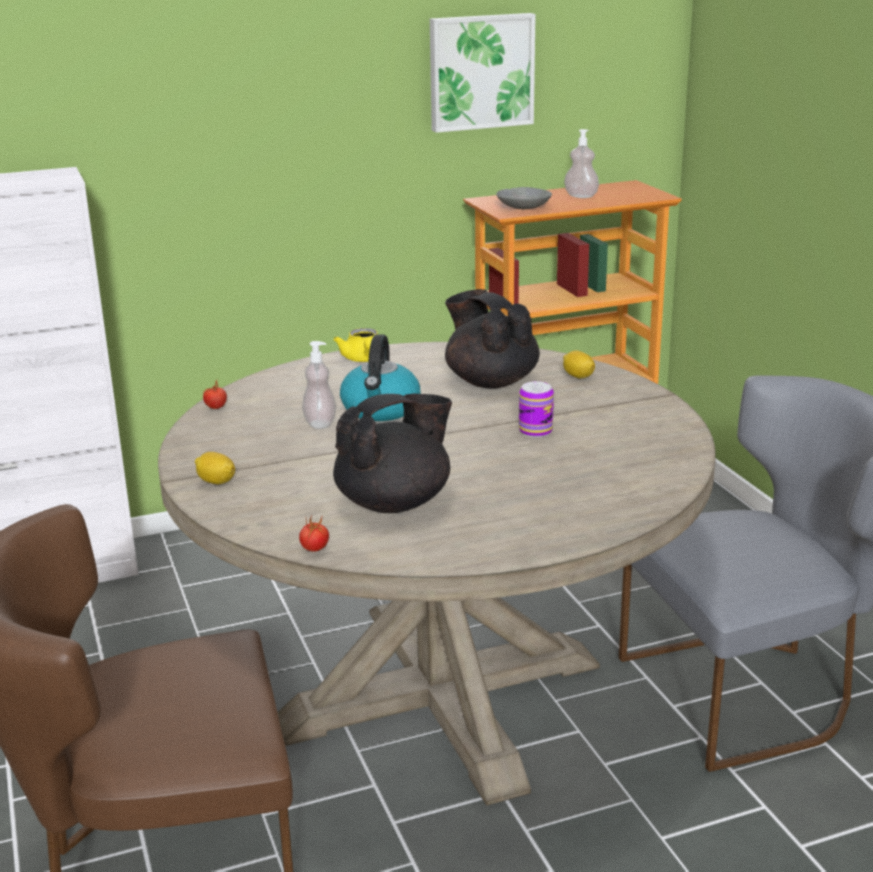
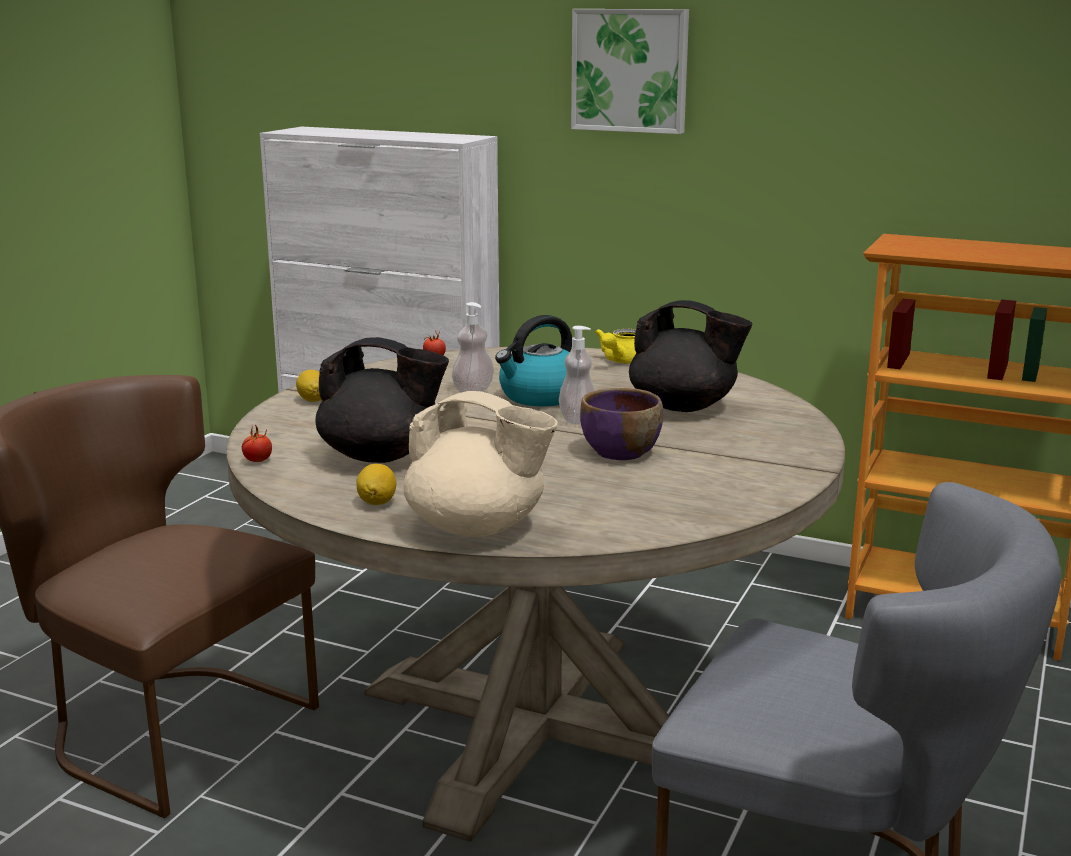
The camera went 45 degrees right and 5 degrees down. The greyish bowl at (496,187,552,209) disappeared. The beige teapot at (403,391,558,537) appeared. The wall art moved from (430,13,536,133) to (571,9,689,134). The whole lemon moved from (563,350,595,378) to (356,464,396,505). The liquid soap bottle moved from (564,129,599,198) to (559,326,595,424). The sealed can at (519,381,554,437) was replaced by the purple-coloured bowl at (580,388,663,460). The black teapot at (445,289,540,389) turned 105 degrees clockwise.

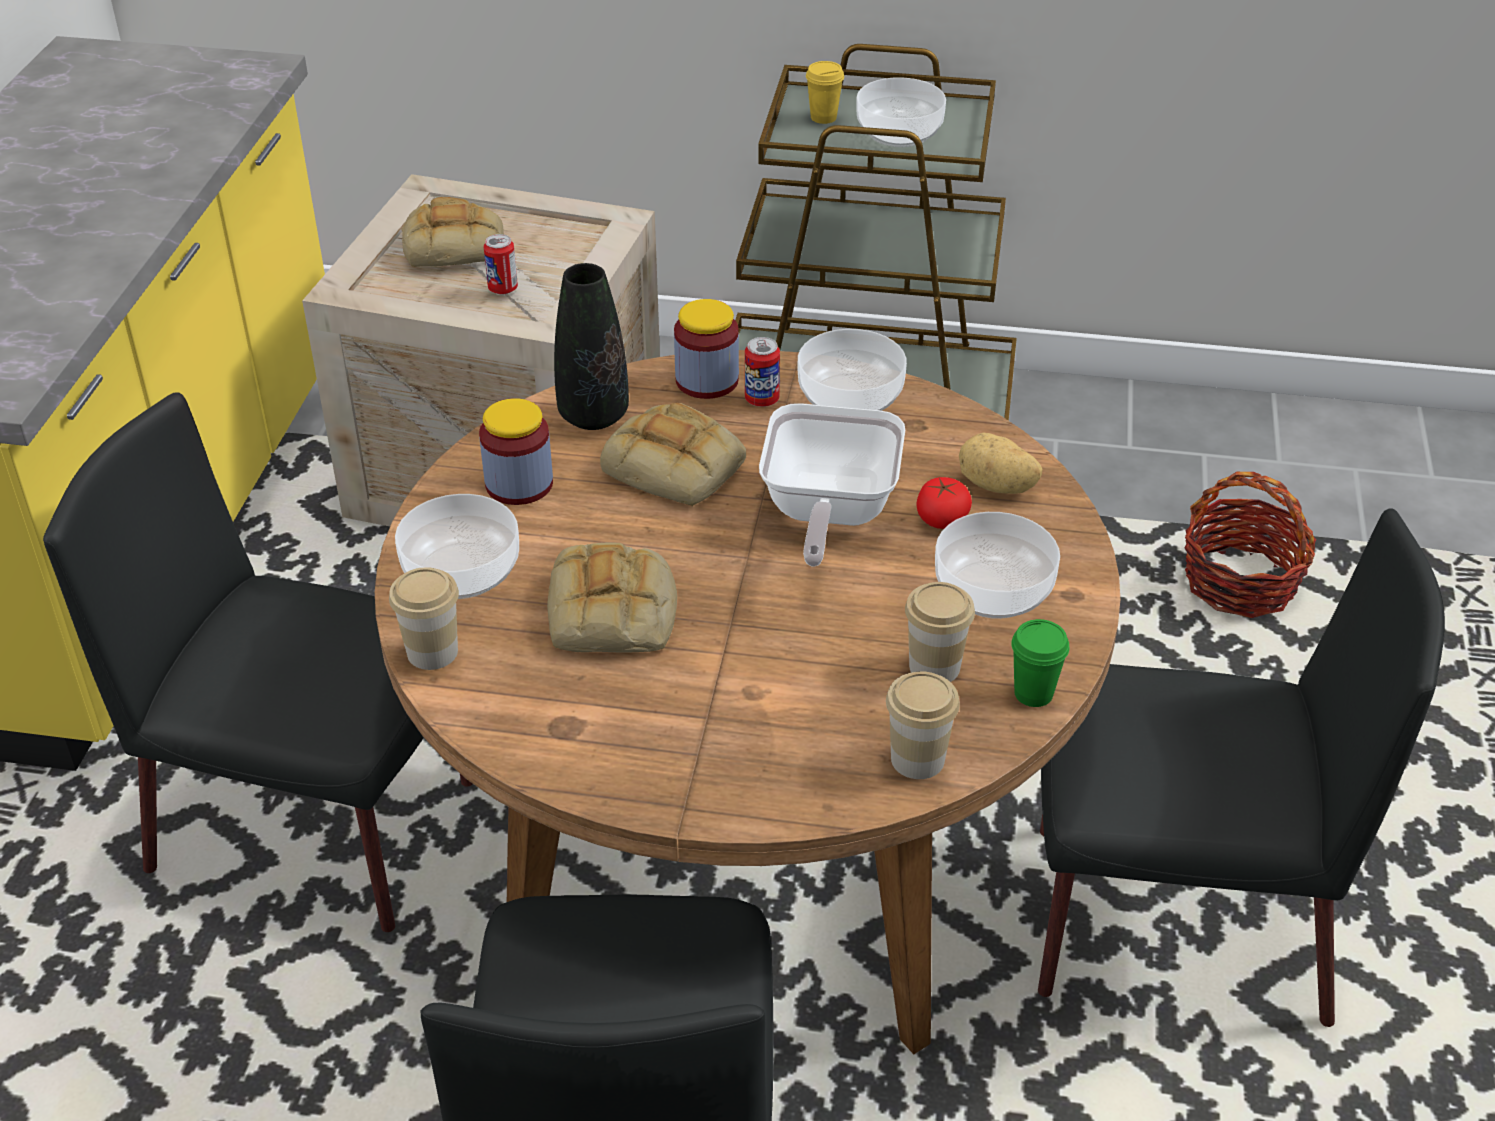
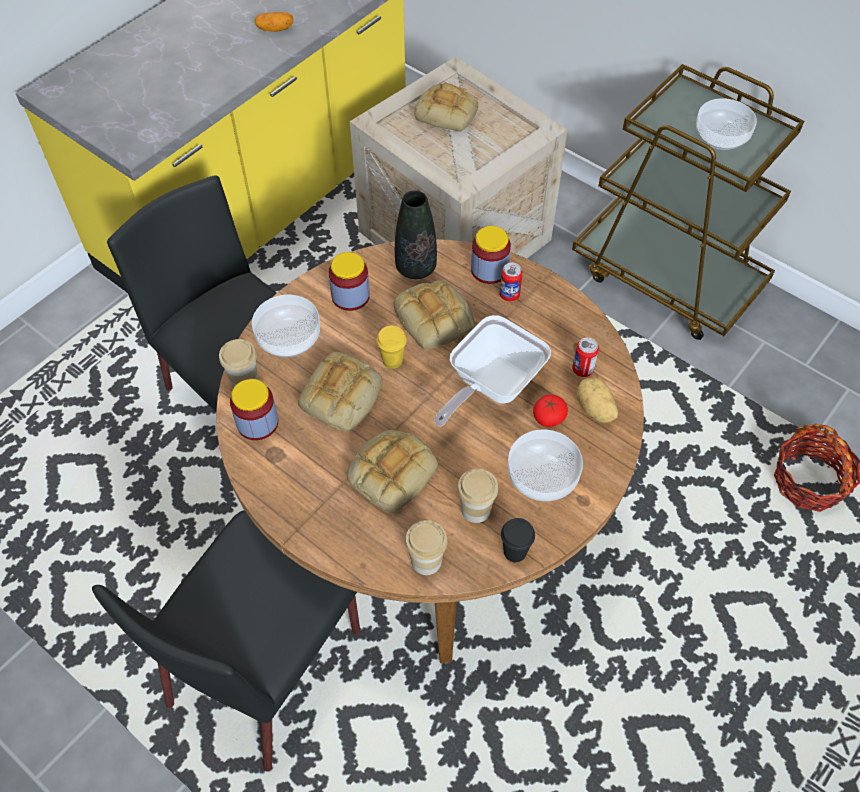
The camera went 30 degrees right and 15 degrees up. The bowl at (798,329,907,411) disappeared. The black upright chair at (1038,508,1445,1027) disappeared. The preserve jar at (230,379,278,440) appeared. The whole potato at (255,12,293,32) appeared. The bakery bread at (346,430,439,514) appeared. The sealed can moved from (484,234,518,295) to (572,337,599,377). The yellowish small cup moved from (806,61,844,124) to (377,326,407,369). The green small cup at (1011,619,1070,707) became the black small cup at (501,518,535,562).

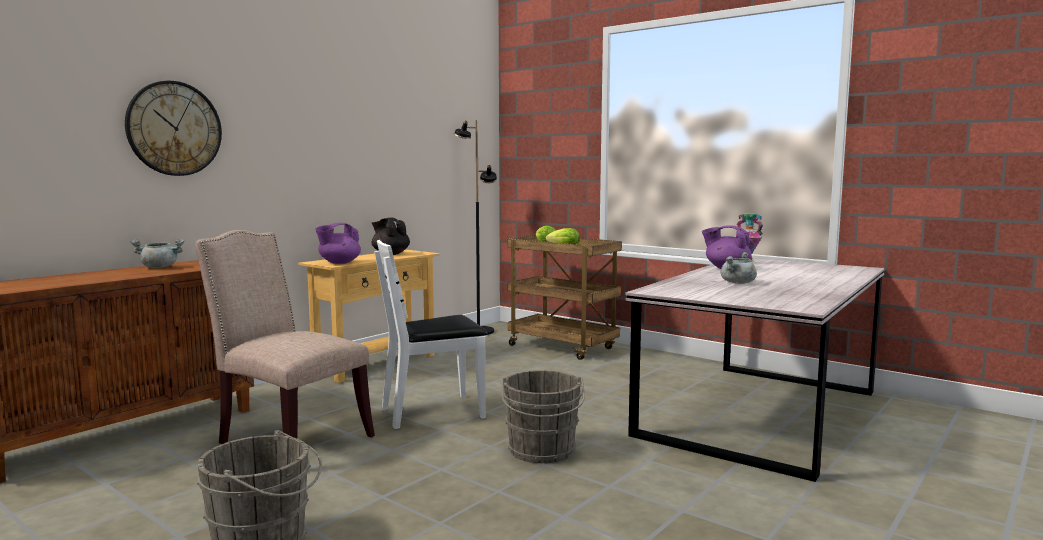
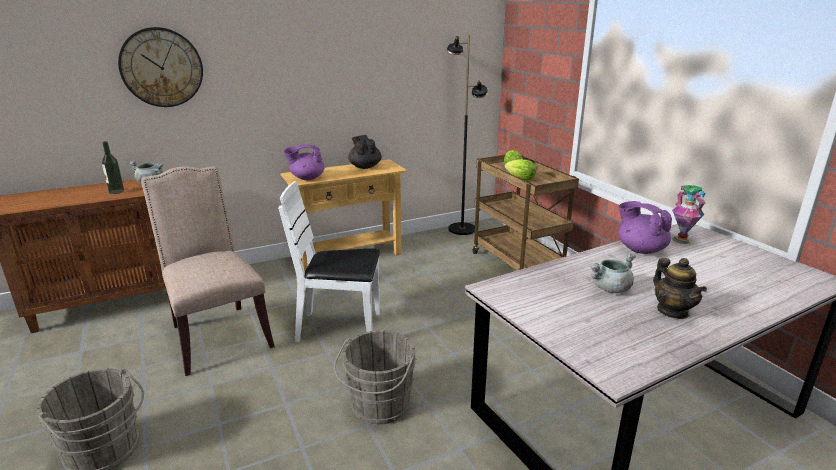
The camera went 25 degrees right and 15 degrees up. The beverage bottle at (102,141,124,194) appeared. The teapot at (653,258,707,319) appeared.

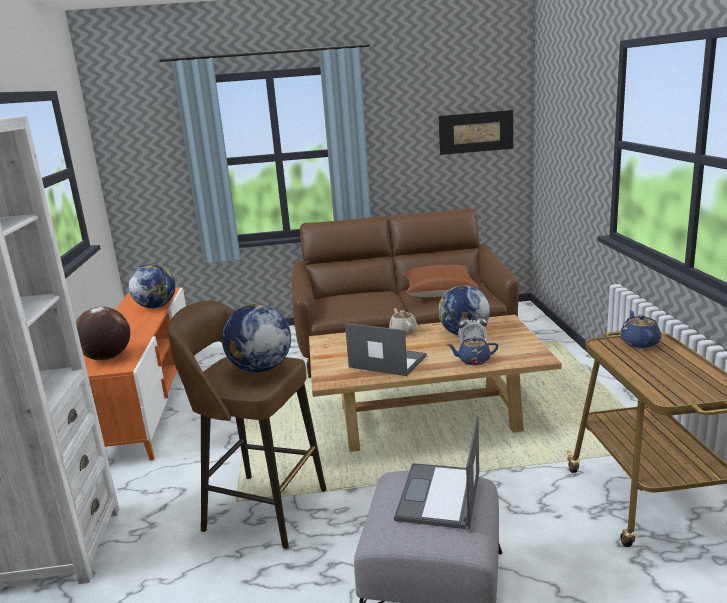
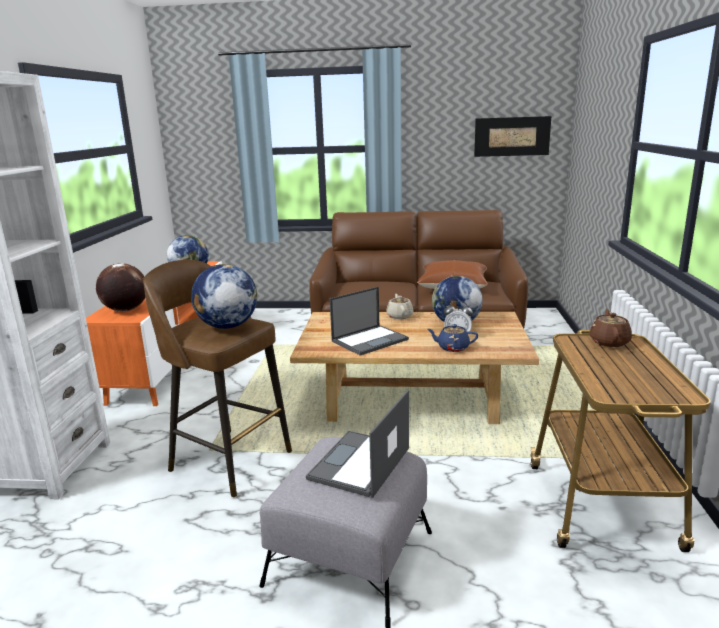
The camera went 10 degrees right and 0 degrees up. The blue-coloured teapot at (620,310,661,348) became the brown-coloured teapot at (589,309,632,347). The notebook computer at (345,323,427,376) turned 105 degrees clockwise.

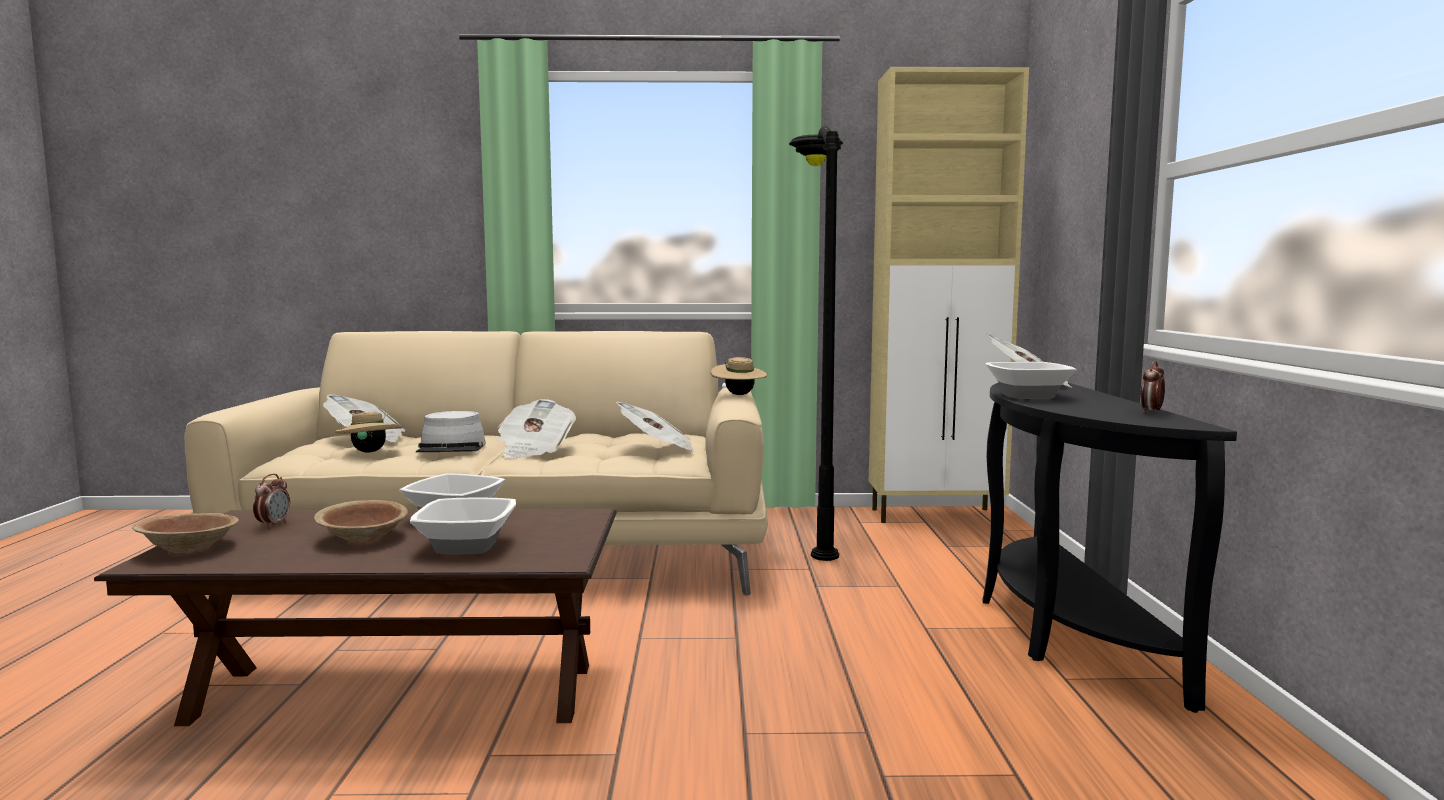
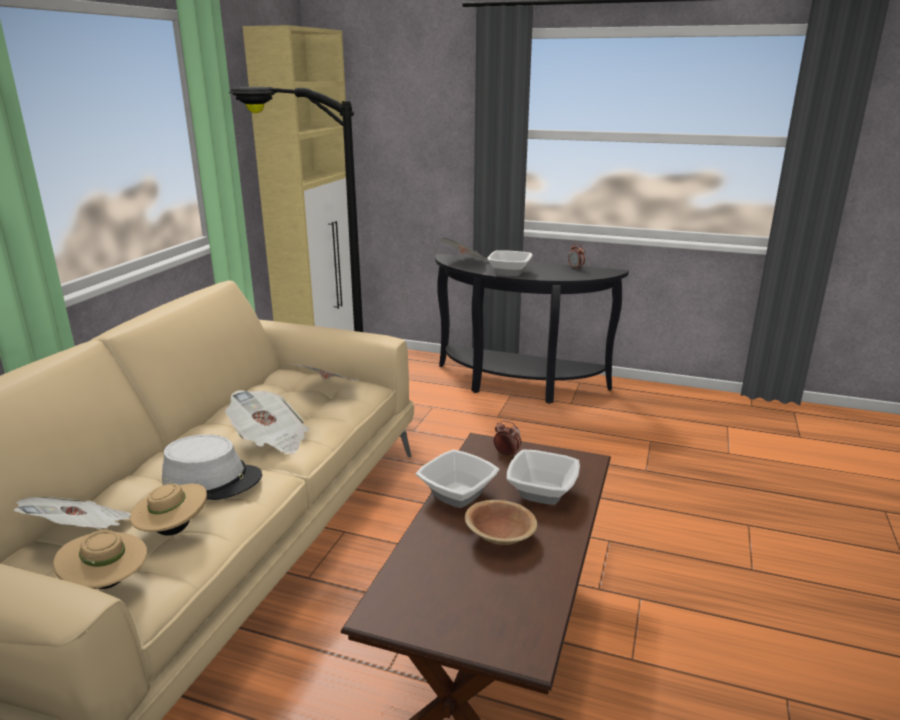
The camera went 70 degrees left and 15 degrees up. The brown-coloured bowl at (132,513,239,553) disappeared. The table clock moved from (253,474,290,528) to (494,421,521,457). The beige hat moved from (711,357,767,395) to (53,530,148,589).

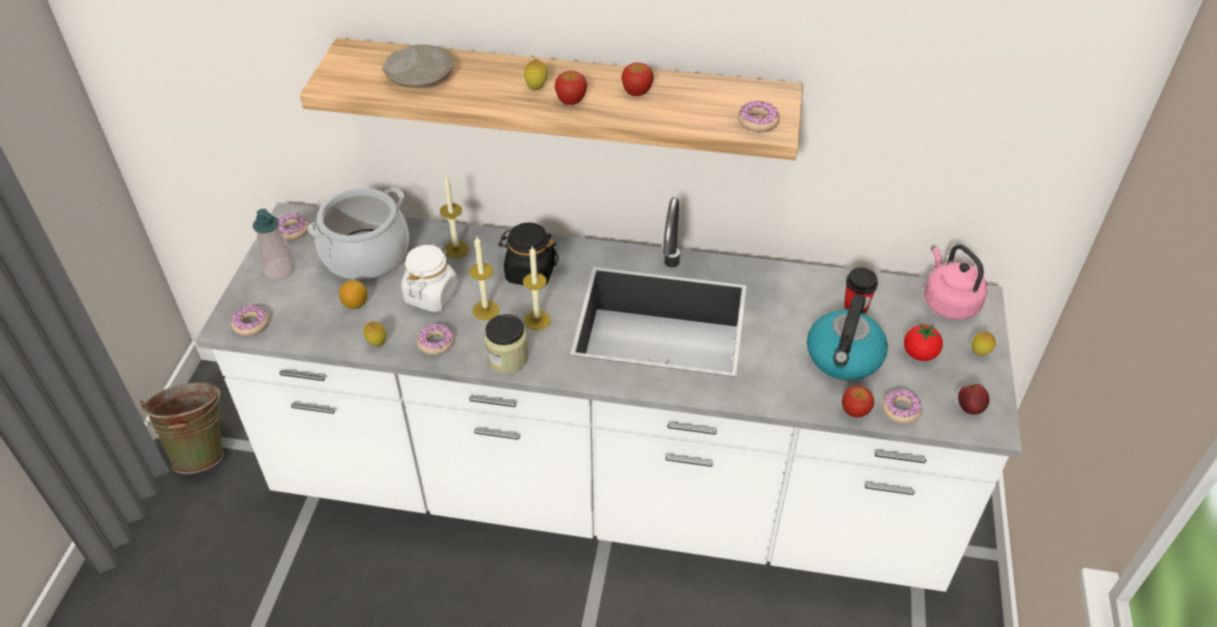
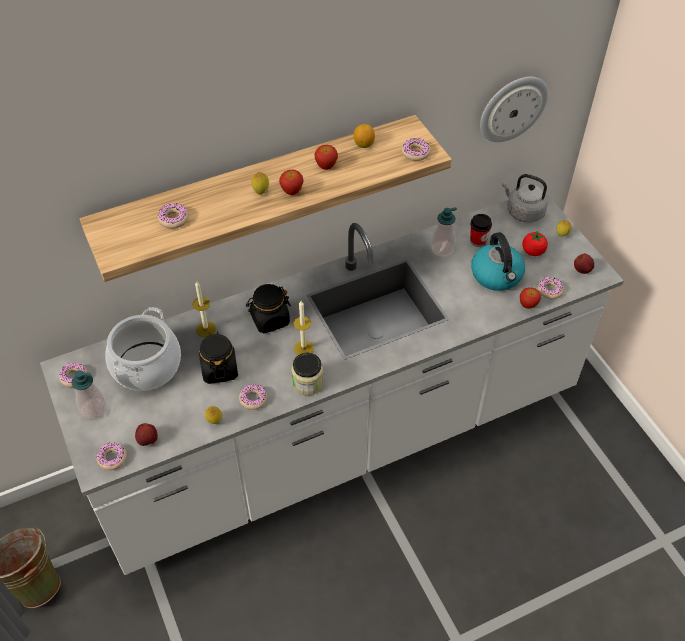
The camera went 35 degrees left and 5 degrees up. The wax light at (470,237,499,320) disappeared. The apple at (135,423,158,446) appeared. The liquid soap bottle at (431,207,457,257) appeared. The wall clock at (480,77,548,142) appeared. The whole lemon moved from (339,280,367,309) to (353,124,375,148). The beige plate at (382,44,454,88) was replaced by the ring doughnut at (158,203,189,229). The white preserve jar at (401,244,459,312) became the black preserve jar at (199,332,238,384). The pink tea kettle at (924,244,988,320) became the greyish tea kettle at (502,174,548,223).

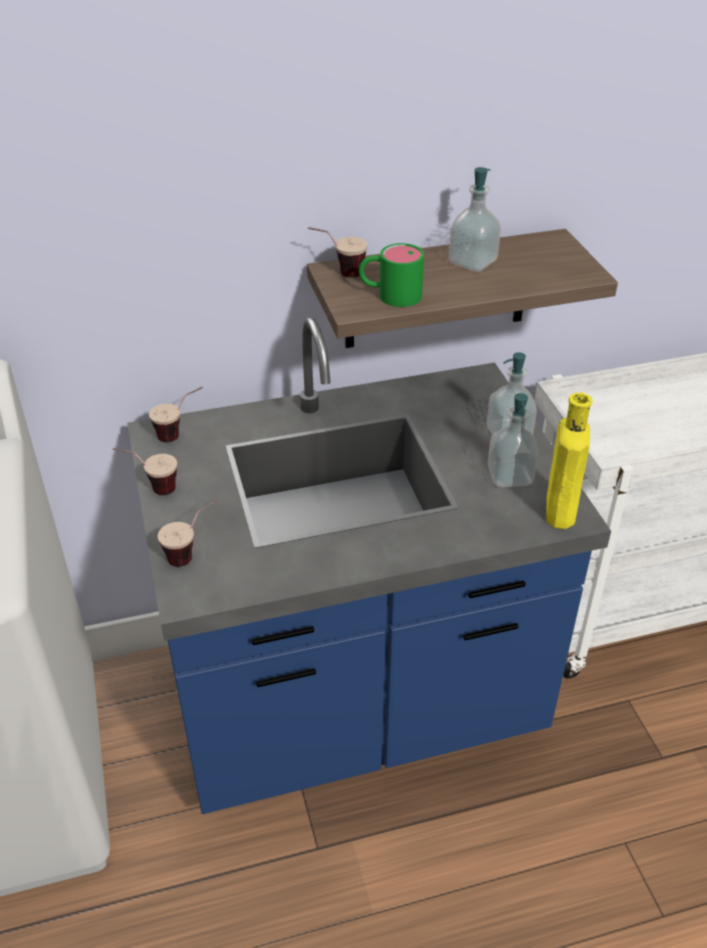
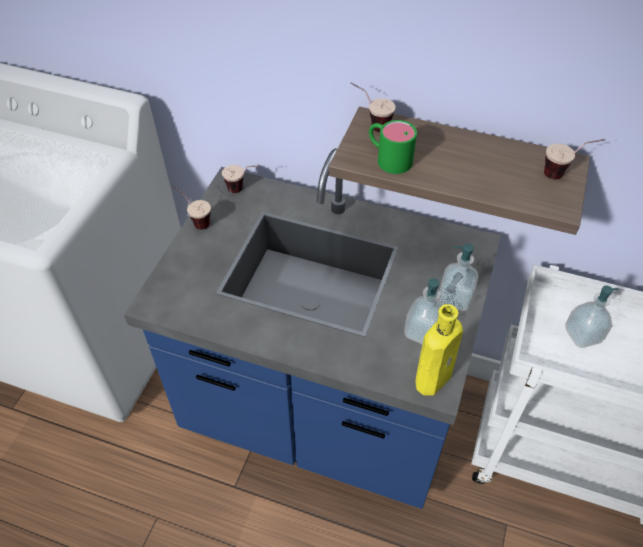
The camera went 35 degrees right and 10 degrees up. The small cup moved from (158,499,218,567) to (544,139,605,180). The liquid soap bottle moved from (448,167,501,272) to (565,285,619,348).

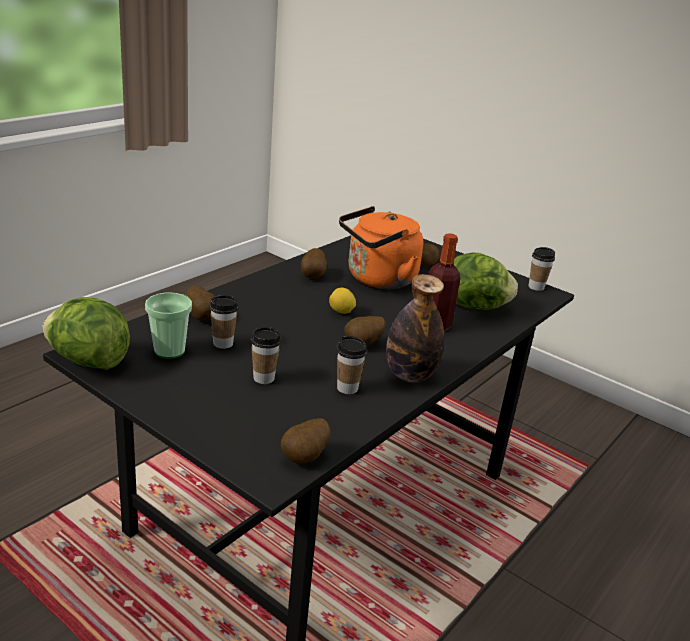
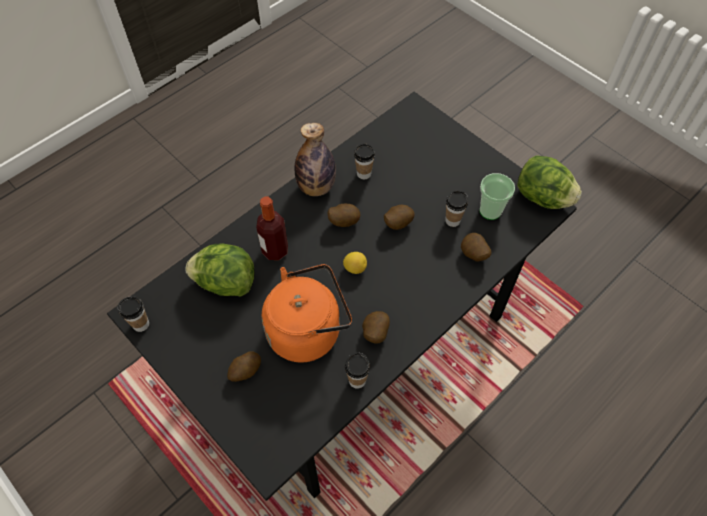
The camera went 170 degrees left and 30 degrees up. The small cup moved from (251,327,281,384) to (345,352,370,389). The whole potato moved from (281,418,330,464) to (384,204,415,230).

